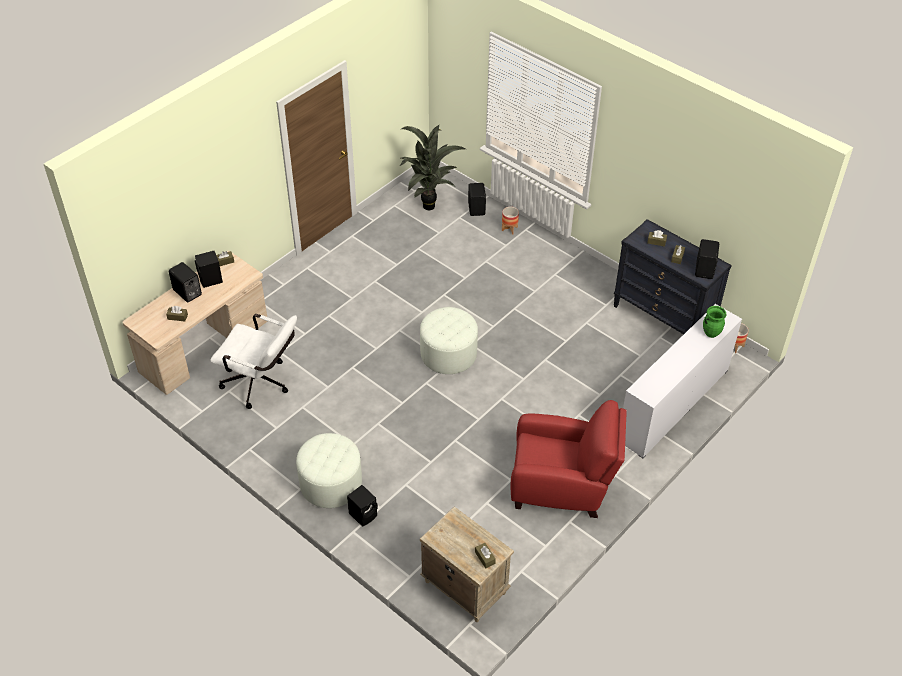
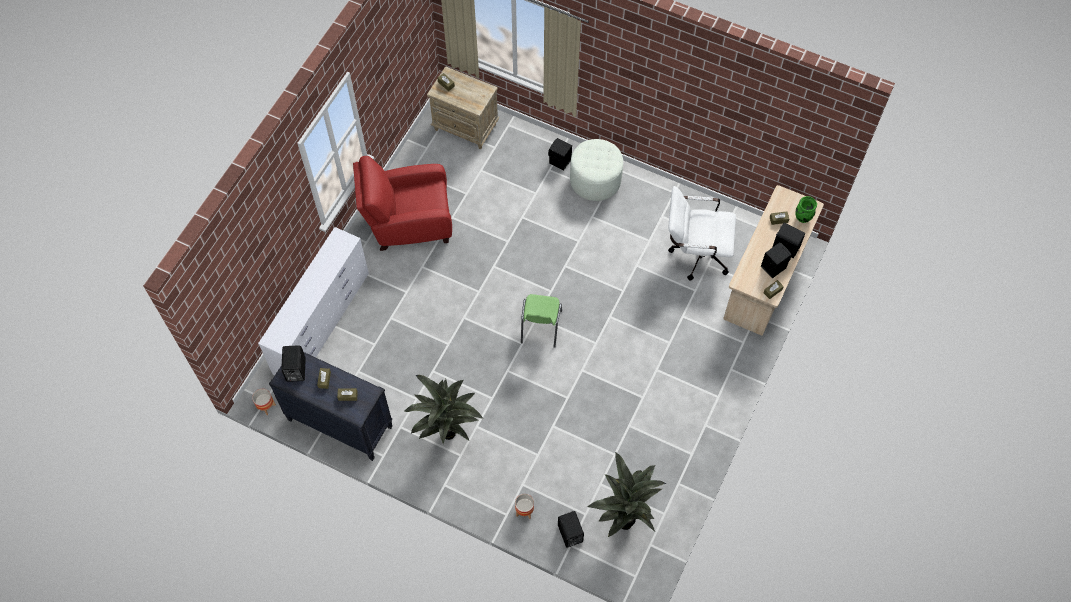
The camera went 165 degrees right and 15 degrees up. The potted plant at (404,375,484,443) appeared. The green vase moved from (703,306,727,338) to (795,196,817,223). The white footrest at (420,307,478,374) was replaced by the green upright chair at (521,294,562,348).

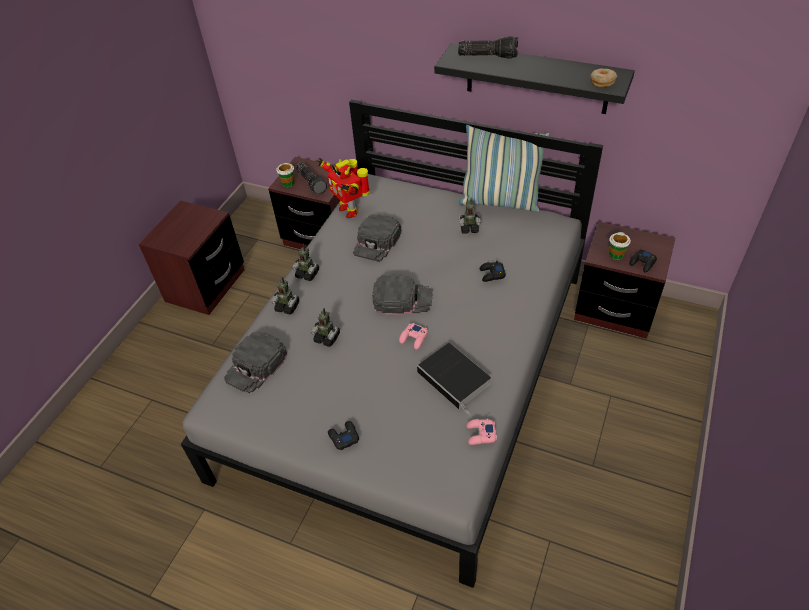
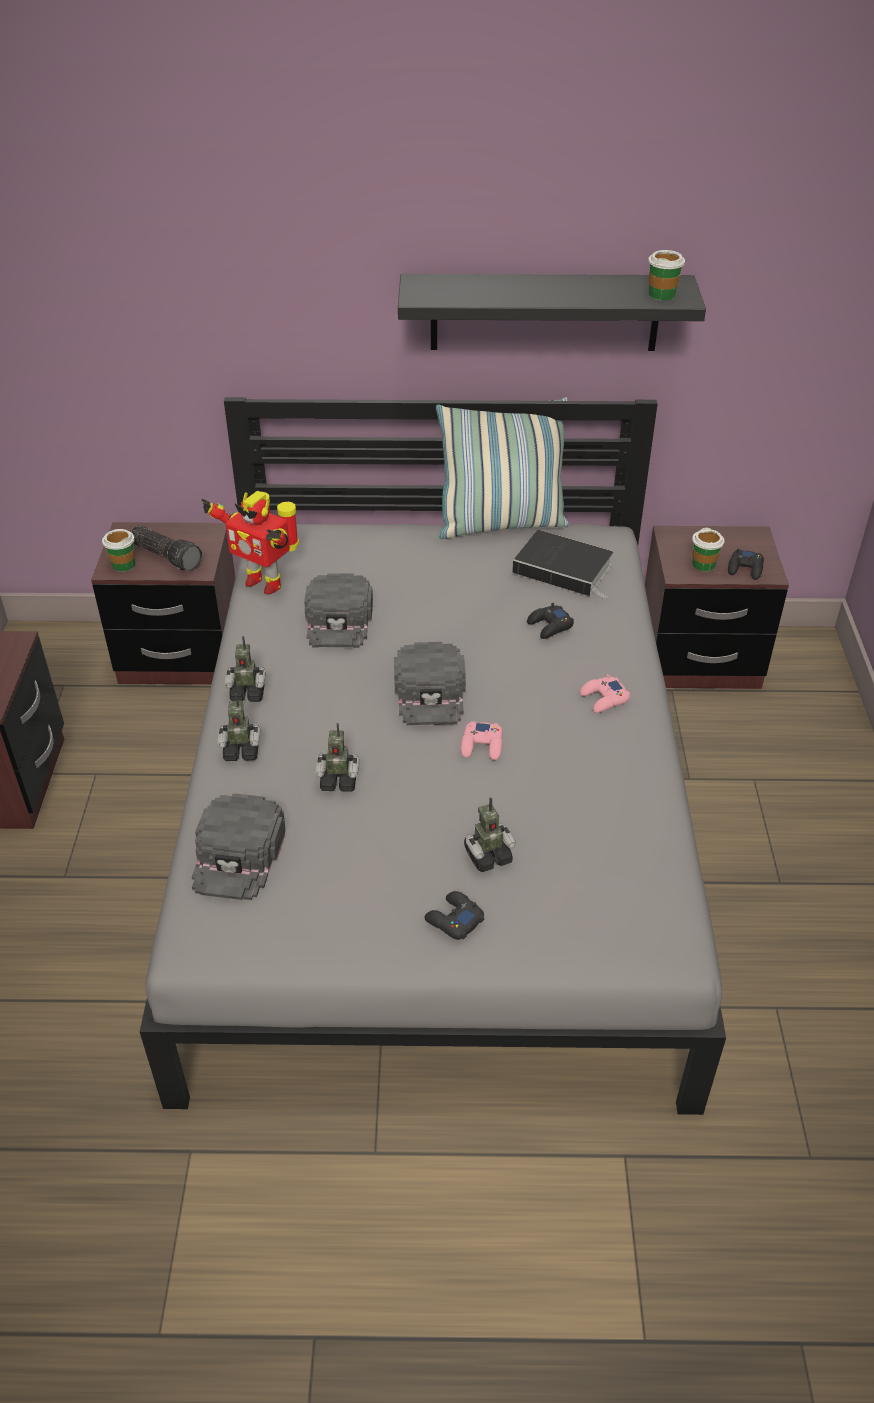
The camera went 25 degrees left and 5 degrees down. The flashlight at (458,36,518,59) disappeared. The bound book moved from (417,343,491,415) to (512,530,613,599). The robot figure moved from (459,198,481,234) to (464,797,516,872). The pink joypad moved from (466,419,497,445) to (580,674,630,713). The ring doughnut at (590,69,617,87) was replaced by the small cup at (648,250,685,300). The black baseball cap at (372,274,433,315) turned 105 degrees clockwise.

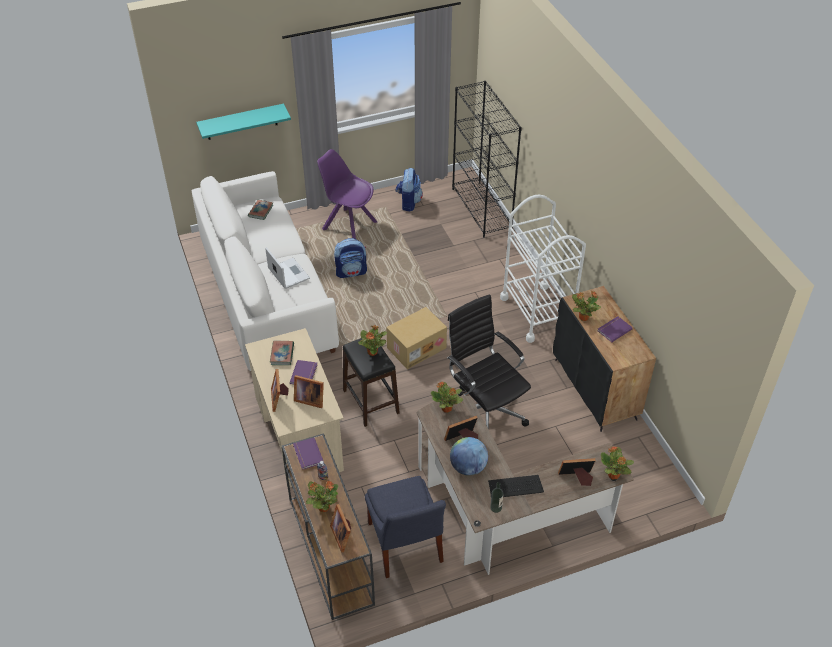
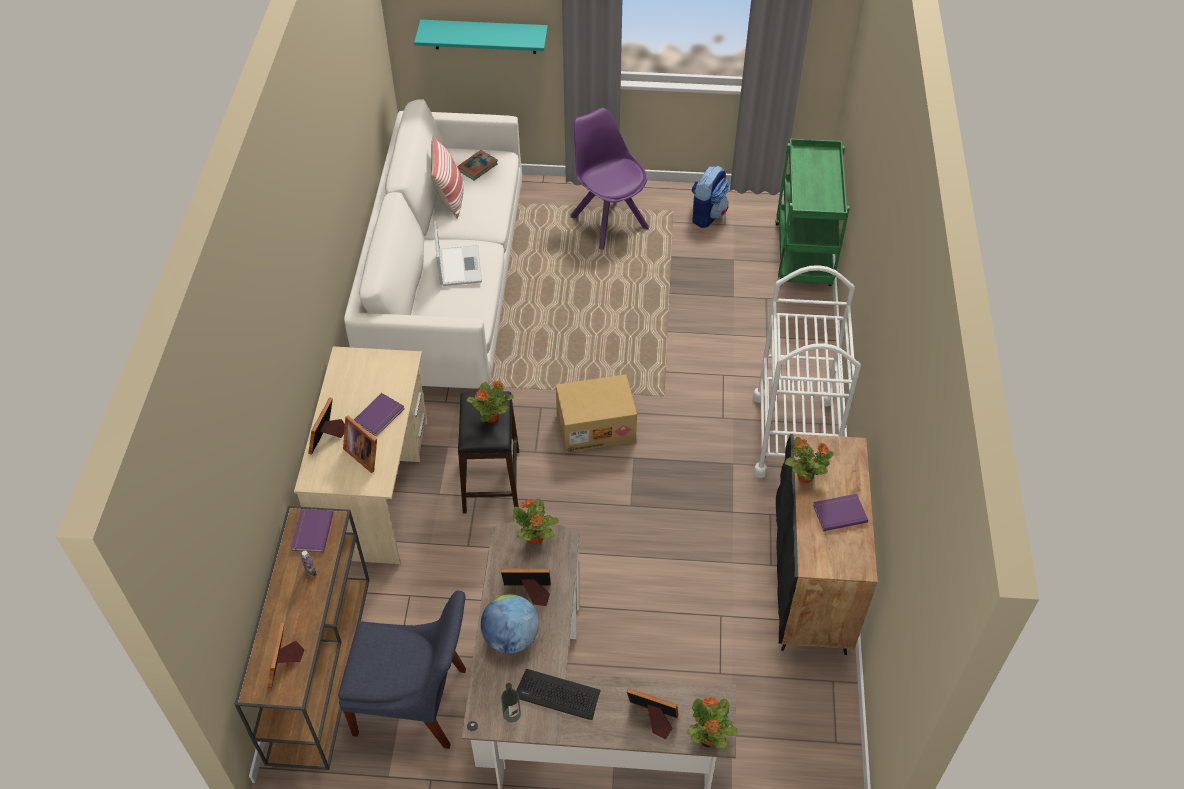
The camera went 25 degrees right and 5 degrees up. The bound book at (270,341,294,365) disappeared. The potted plant at (306,481,338,512) disappeared. The backpack at (334,238,367,278) disappeared. The black computer chair at (447,294,531,429) disappeared. The pillow at (431,136,464,219) appeared. The black bookshelf at (452,81,522,238) was replaced by the green trolley at (775,139,850,286). The blue-coloured upright chair at (365,476,446,578) turned 90 degrees counterclockwise.

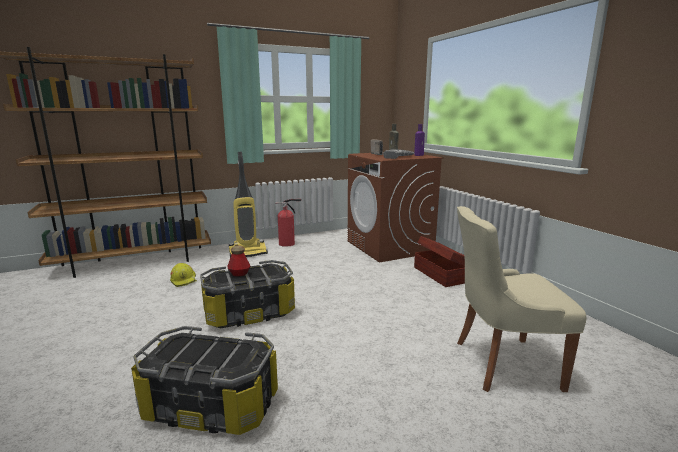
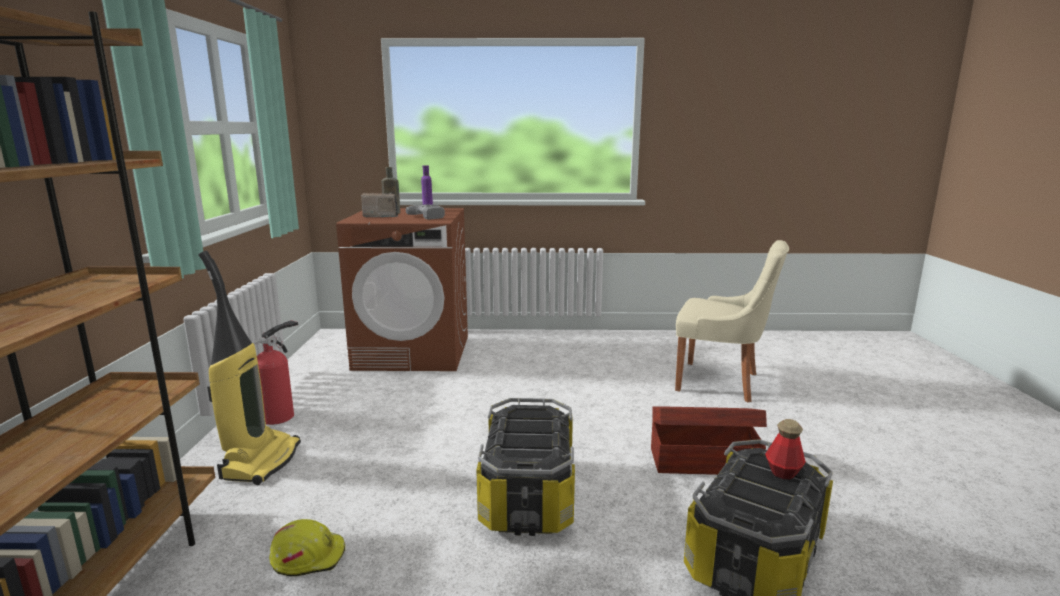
The camera went 65 degrees left and 0 degrees up. The beverage bottle moved from (227,246,250,277) to (765,419,805,479). The brown-coloured storage box moved from (414,236,465,287) to (651,406,767,475). The beige upright chair at (457,206,587,392) turned 90 degrees counterclockwise.

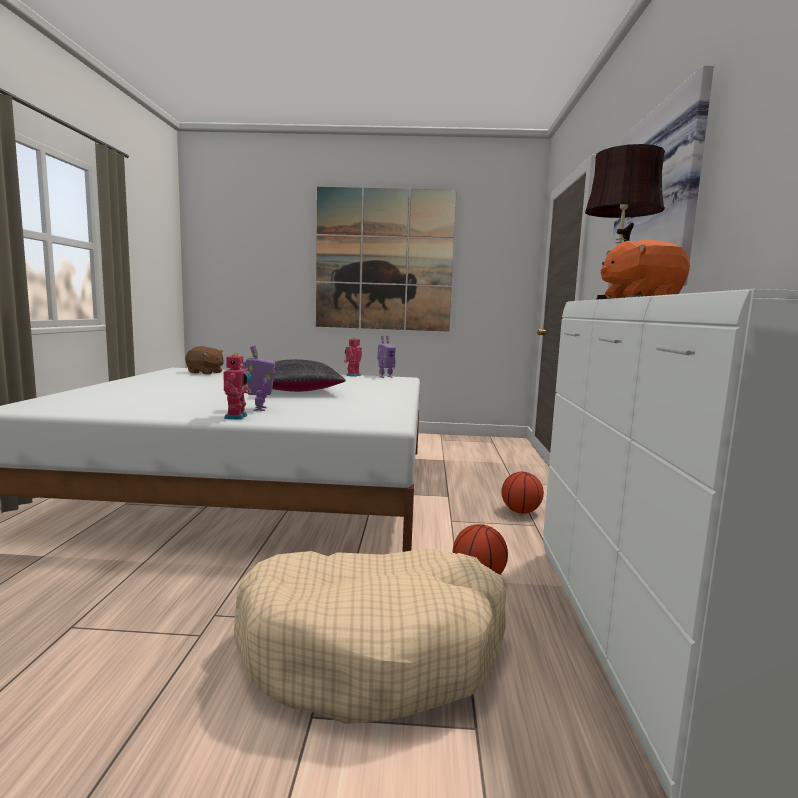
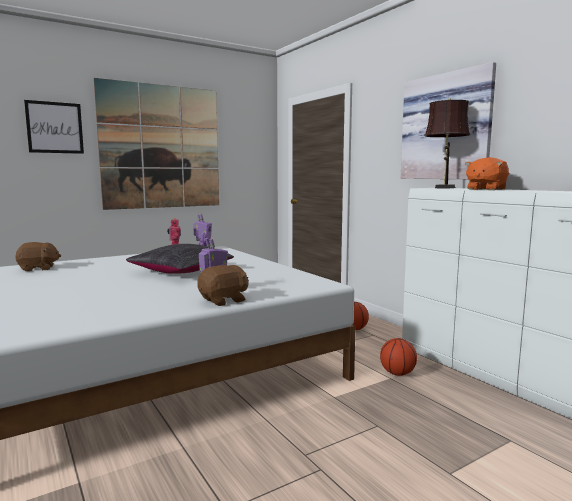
The camera went 35 degrees left and 0 degrees up. The beige dog cushion at (234,549,506,724) disappeared. The wall art at (24,100,84,154) appeared. The robot figure at (223,353,251,420) was replaced by the brown-coloured soft toy at (197,265,249,306).

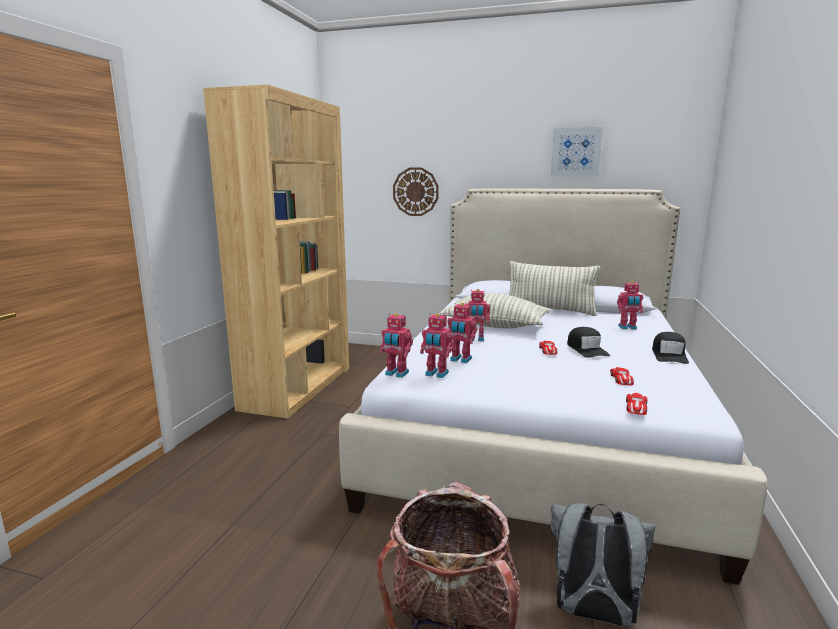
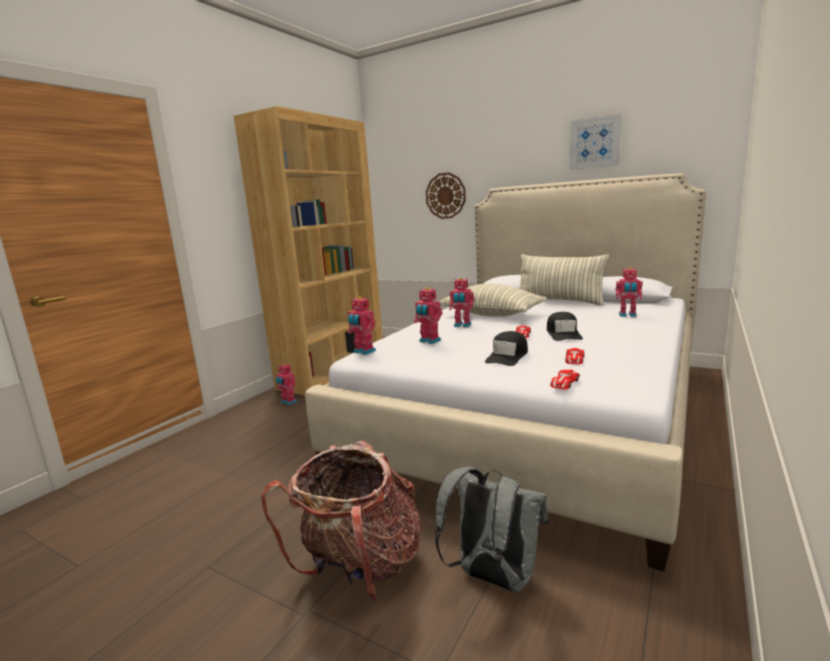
The camera went 15 degrees right and 0 degrees up. The robot figure moved from (420,313,454,378) to (276,364,297,405). The black baseball cap moved from (652,332,689,364) to (485,331,528,366).

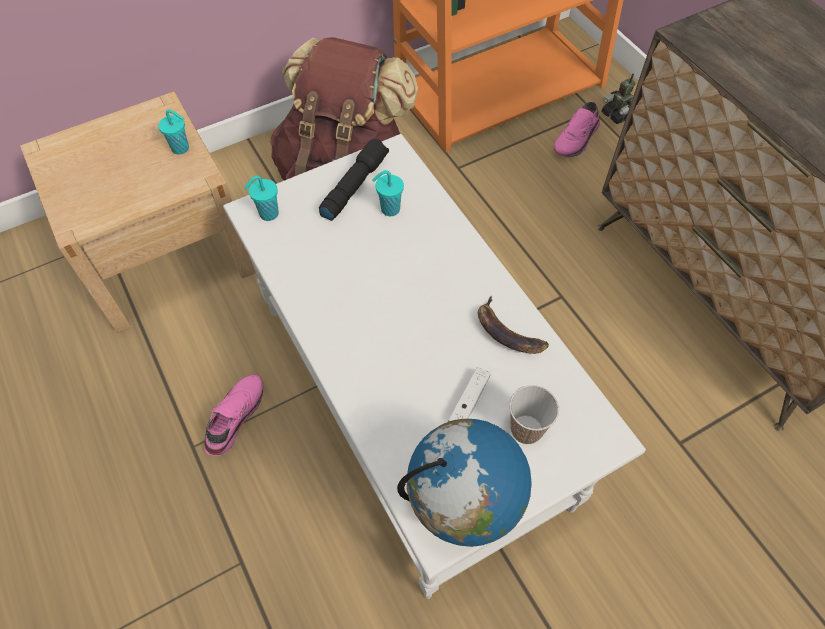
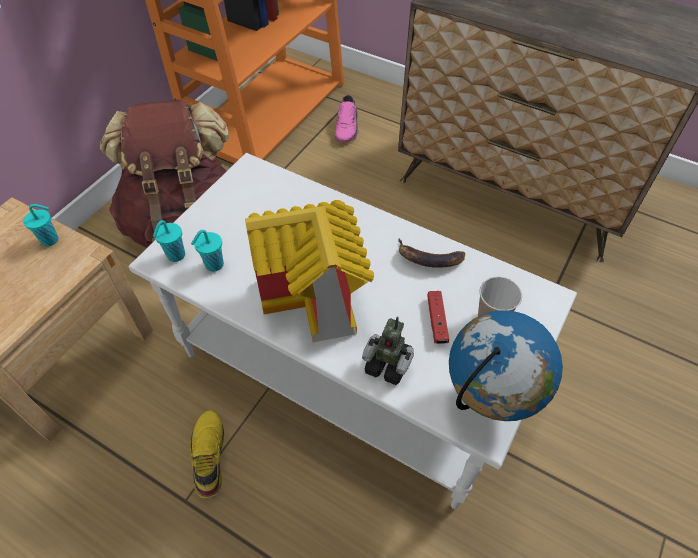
The camera went 30 degrees left and 5 degrees down. The black flashlight at (319,139,389,221) disappeared. The miniature house at (245,200,374,342) appeared. The turquoise small cup moved from (372,170,404,216) to (191,230,224,272). The robot figure moved from (602,73,636,124) to (362,317,414,385). The pink low shoe at (204,374,263,457) became the yellowish low shoe at (190,410,224,498). The white joypad at (448,367,490,422) became the red-coloured joypad at (427,291,449,344).

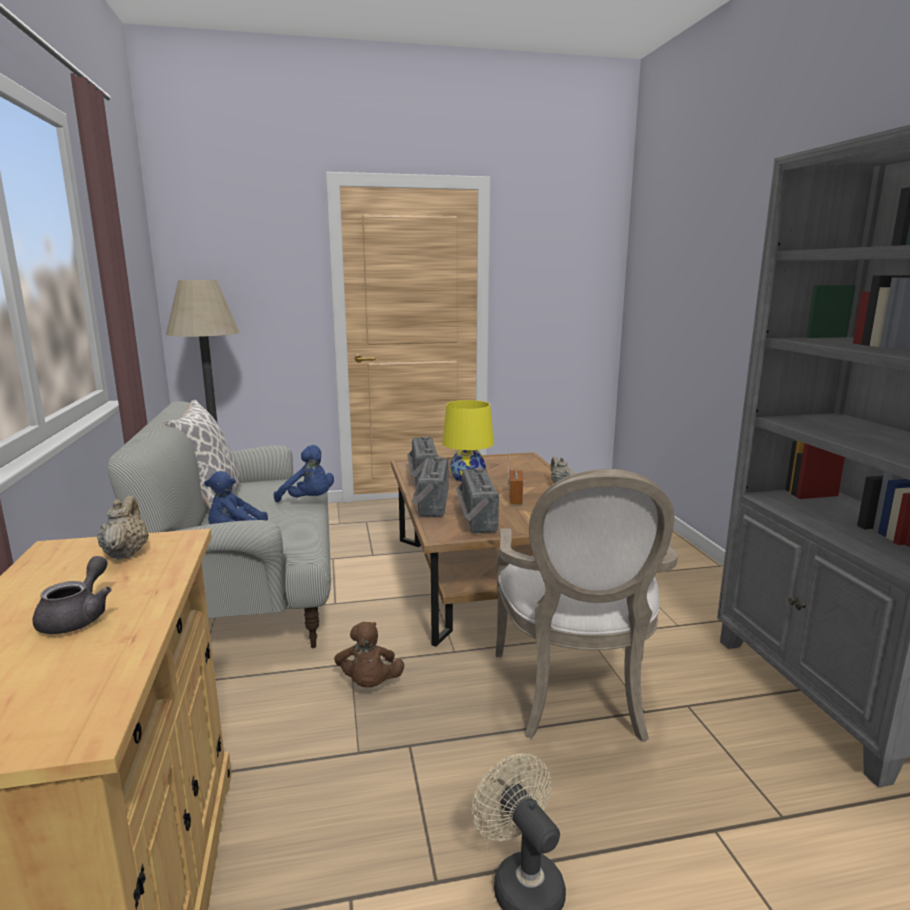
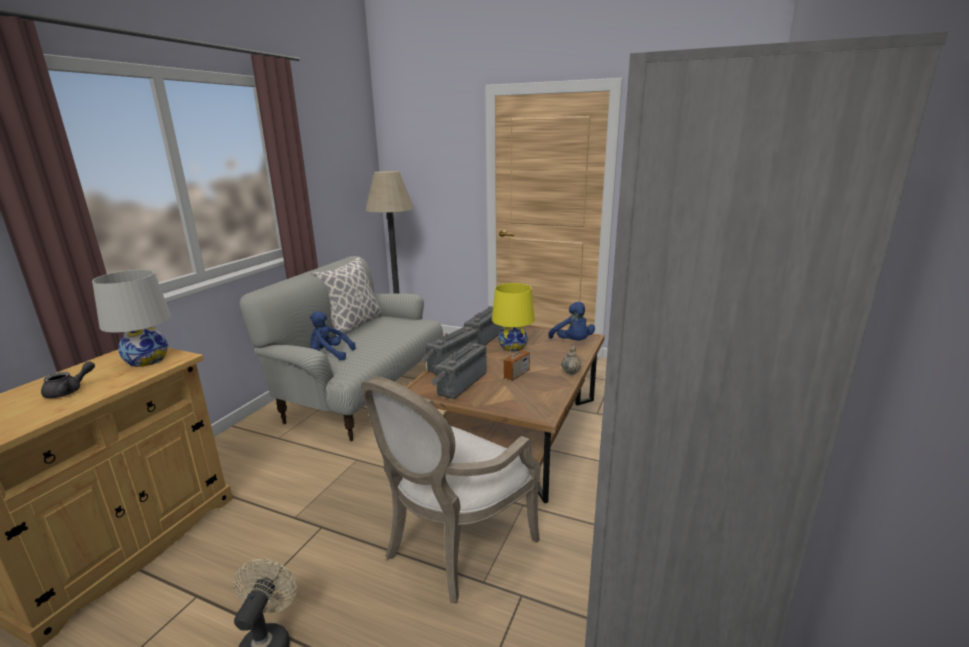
The camera went 35 degrees right and 5 degrees up. The brown-coloured soft toy at (334,622,404,687) disappeared. The blue-coloured soft toy moved from (274,445,334,502) to (548,302,595,341). The beige teapot at (97,496,149,560) was replaced by the white lamp for a table at (92,270,171,367).

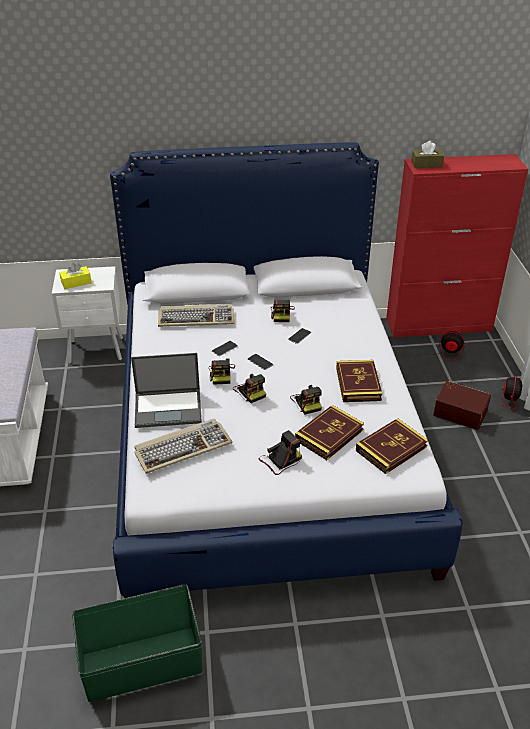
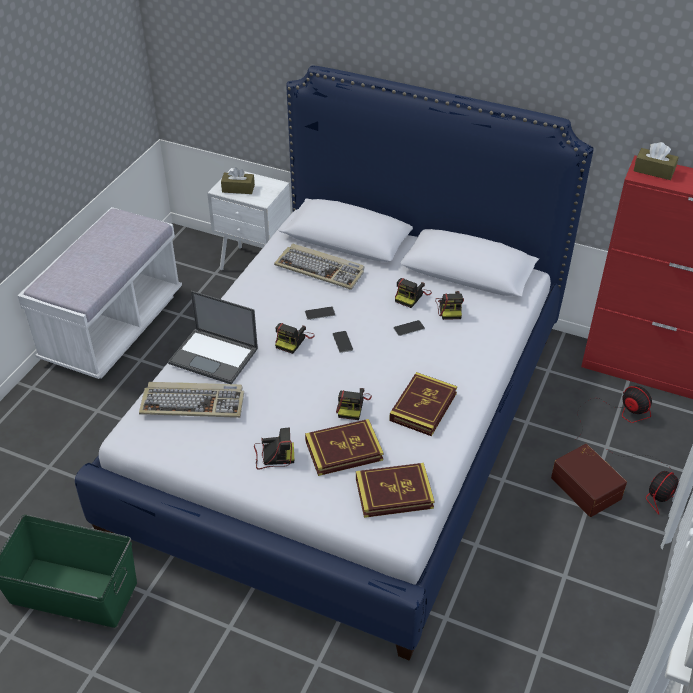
The camera went 30 degrees right and 5 degrees up. The photo camera moved from (233,374,266,403) to (435,291,464,320). The yellowish tissue holder at (59,263,92,289) became the brown-coloured tissue holder at (221,167,255,194).

